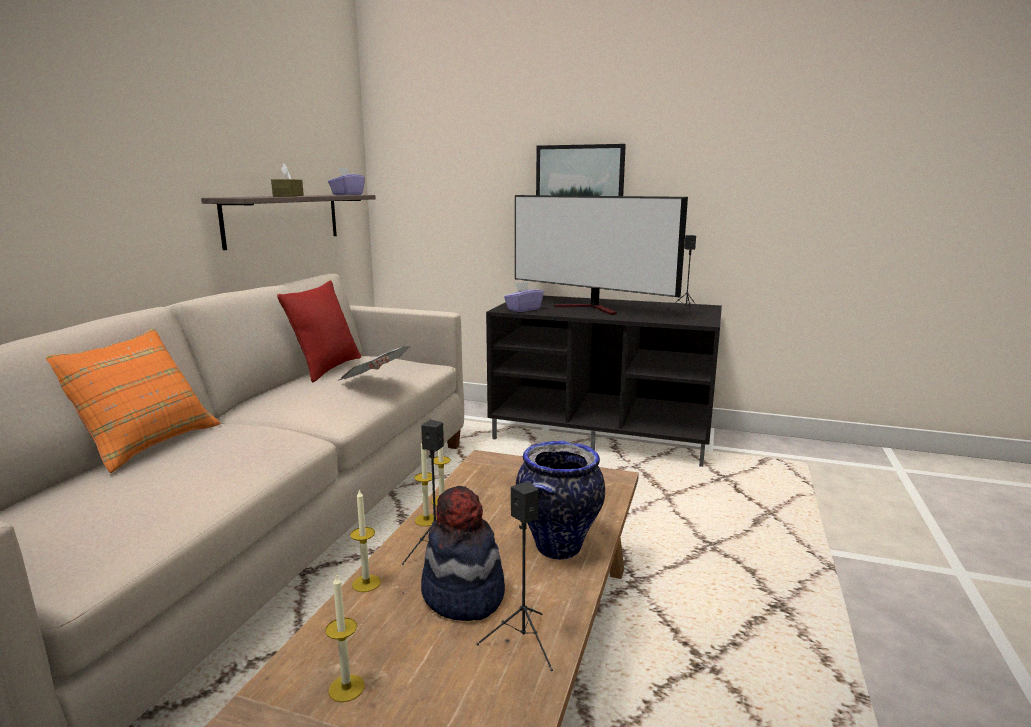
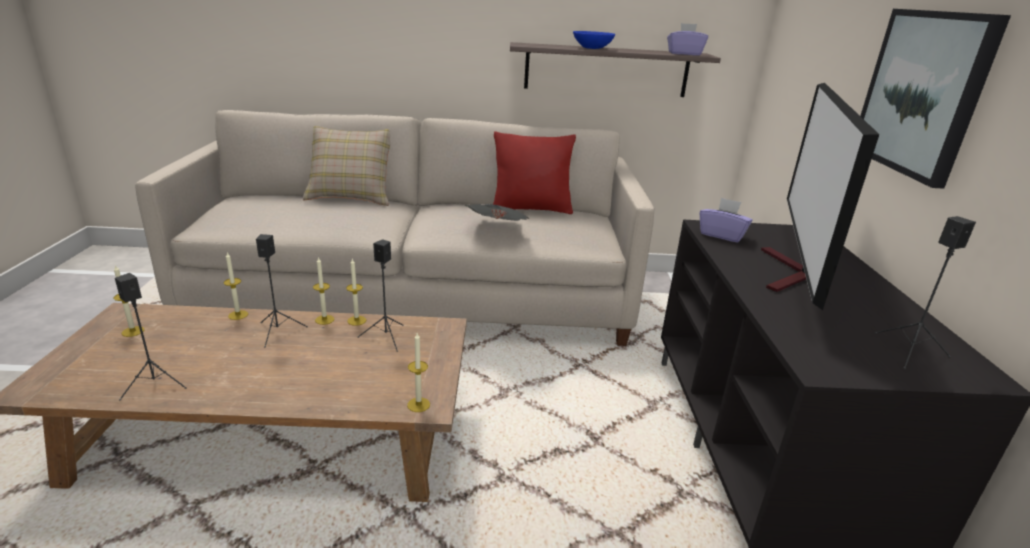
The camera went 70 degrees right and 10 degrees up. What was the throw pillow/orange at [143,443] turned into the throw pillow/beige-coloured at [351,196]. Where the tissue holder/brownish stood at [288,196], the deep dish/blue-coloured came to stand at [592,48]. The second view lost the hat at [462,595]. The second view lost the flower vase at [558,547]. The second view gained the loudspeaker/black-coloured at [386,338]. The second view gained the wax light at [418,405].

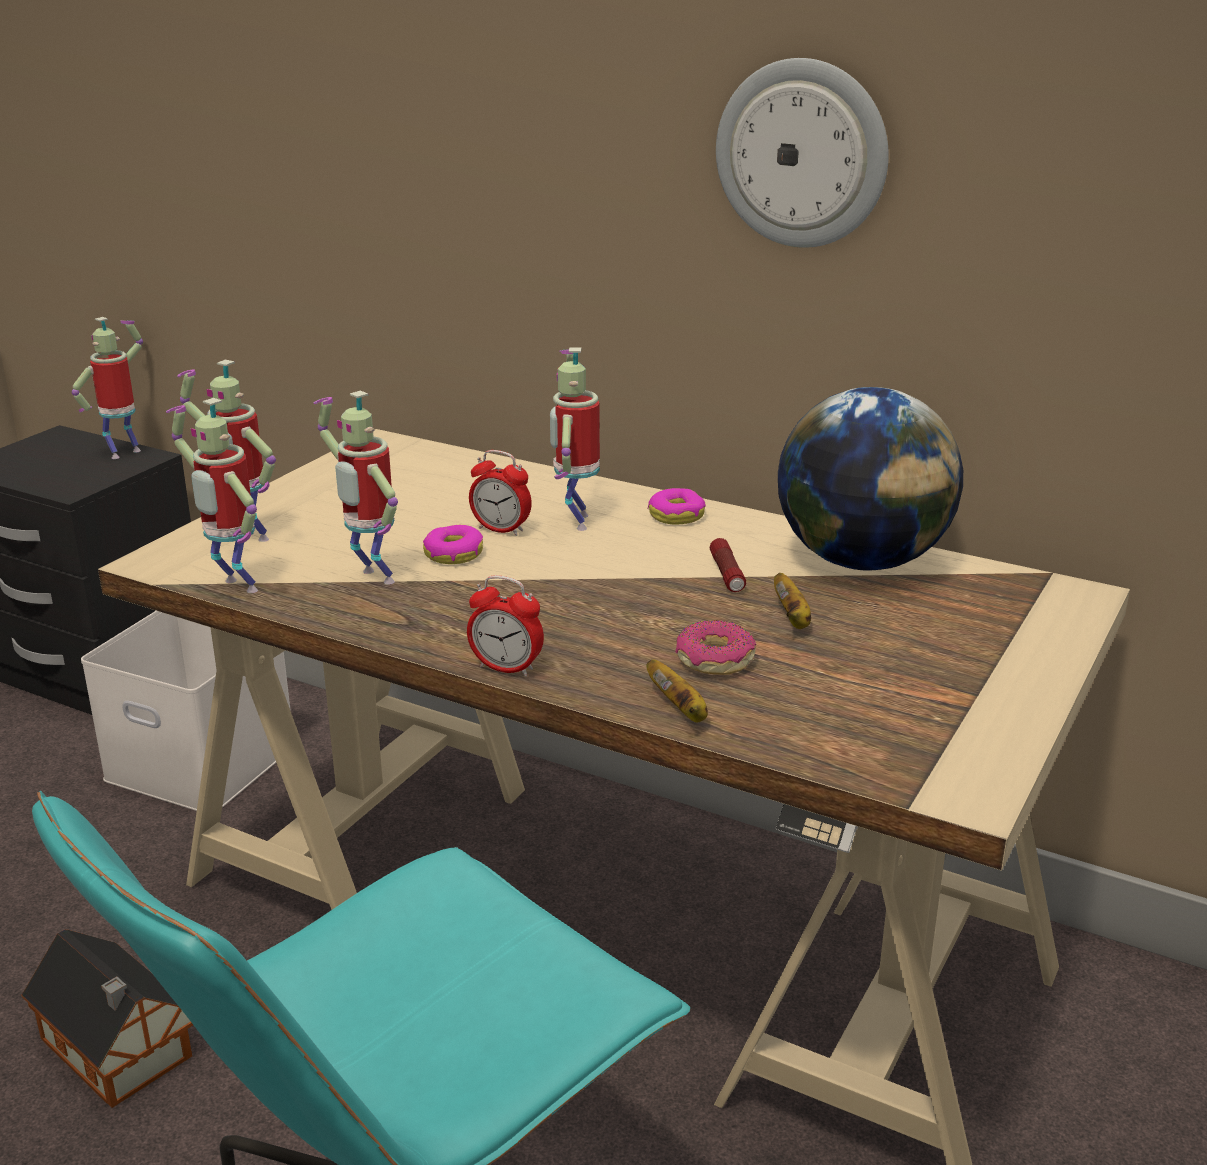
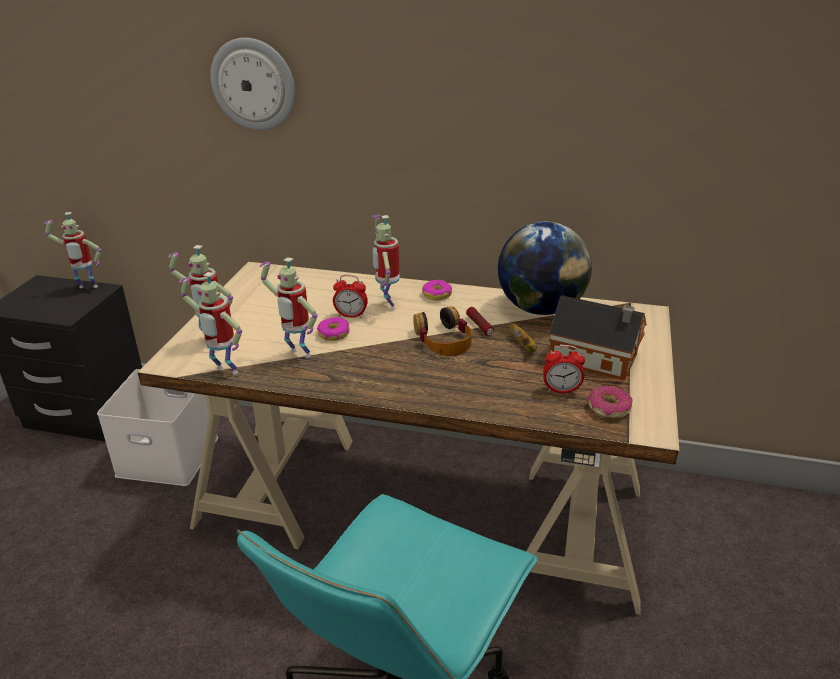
The camera went 15 degrees left and 5 degrees up. The model house ended up elsewhere, having gone from [118,1051] to [596,359]. The toy robot at [124,452] ended up facing another way, 120 degrees counterclockwise from before. The bedside clock ended up elsewhere, having gone from [506,668] to [561,390]. The second view lost the whole banana at [680,710]. The doughnut ended up elsewhere, having gone from [714,660] to [608,408]. The hanging clock ended up elsewhere, having gone from [802,154] to [254,84]. The second view gained the headphones at [444,340].

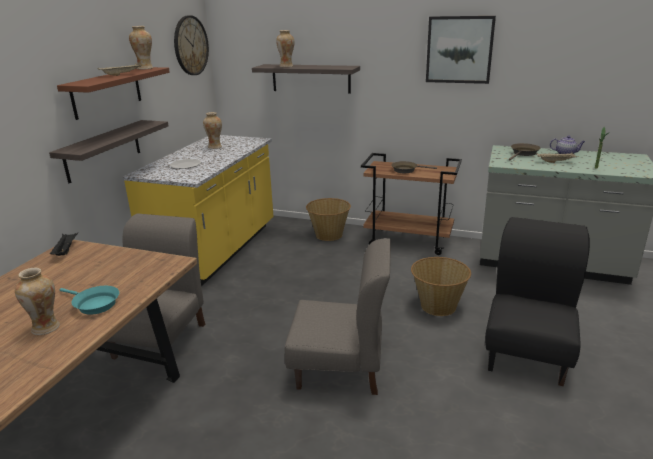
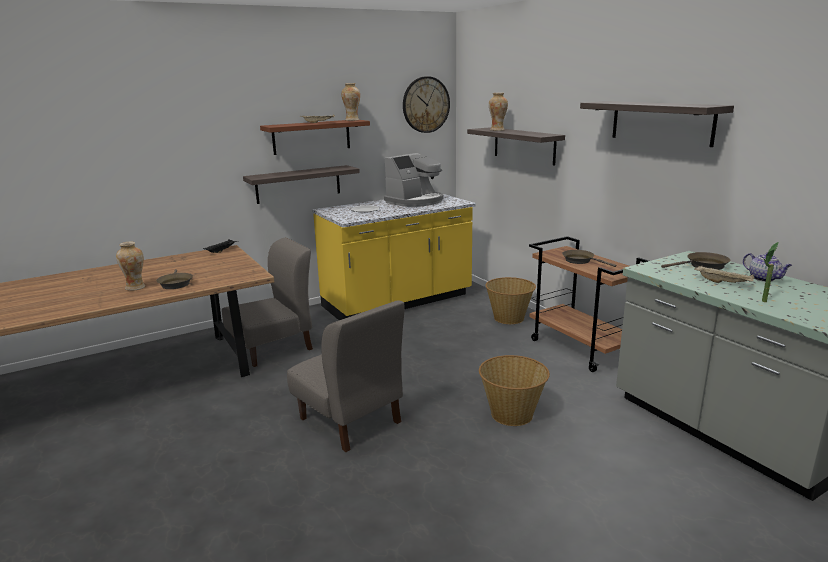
The camera went 40 degrees right and 5 degrees down. What was the pan/blue-green at [94,304] turned into the pan/brownish at [175,284]. Where the flower vase stood at [215,147], the coffee maker came to stand at [415,201]. Where the wall picture hung at [459,49], the shelf came to hang at [661,122]. The second view lost the upright chair/black-coloured at [527,354].

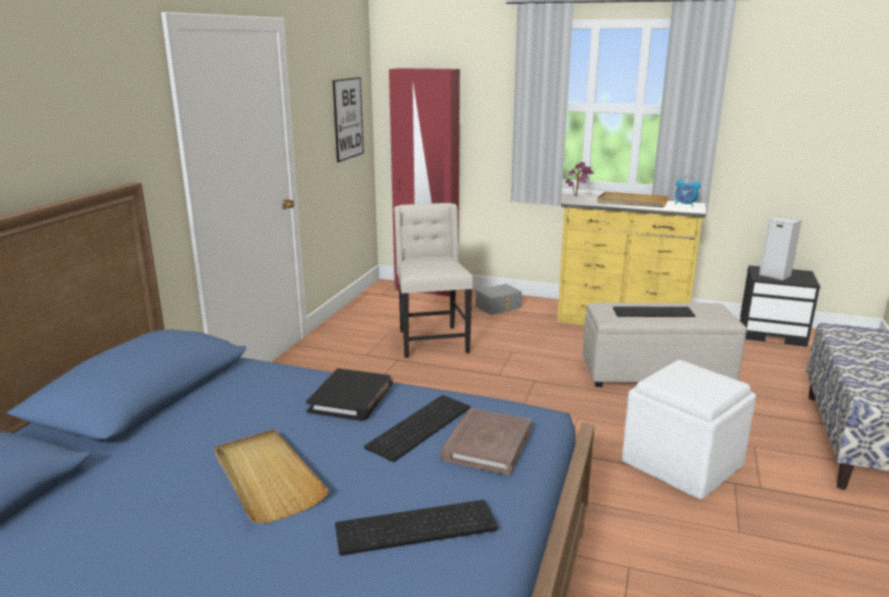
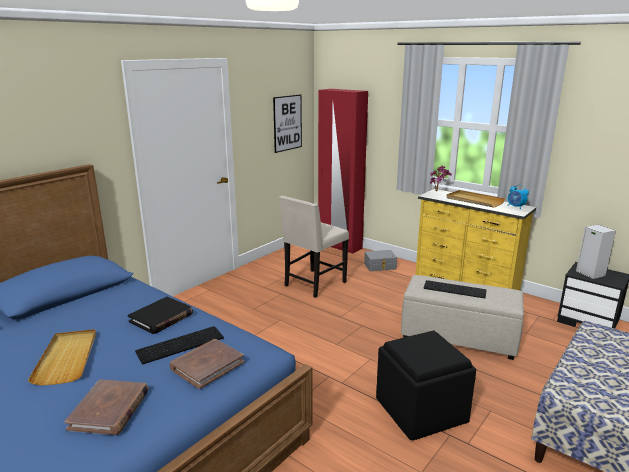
The camera went 20 degrees right and 0 degrees up. Where the PC keyboard stood at [415,529], the volume/brownish came to stand at [110,410]. The upright chair/beige-coloured at [431,341] ended up facing another way, 150 degrees counterclockwise from before. What was the ottoman/white at [683,463] turned into the ottoman/black-coloured at [422,410].

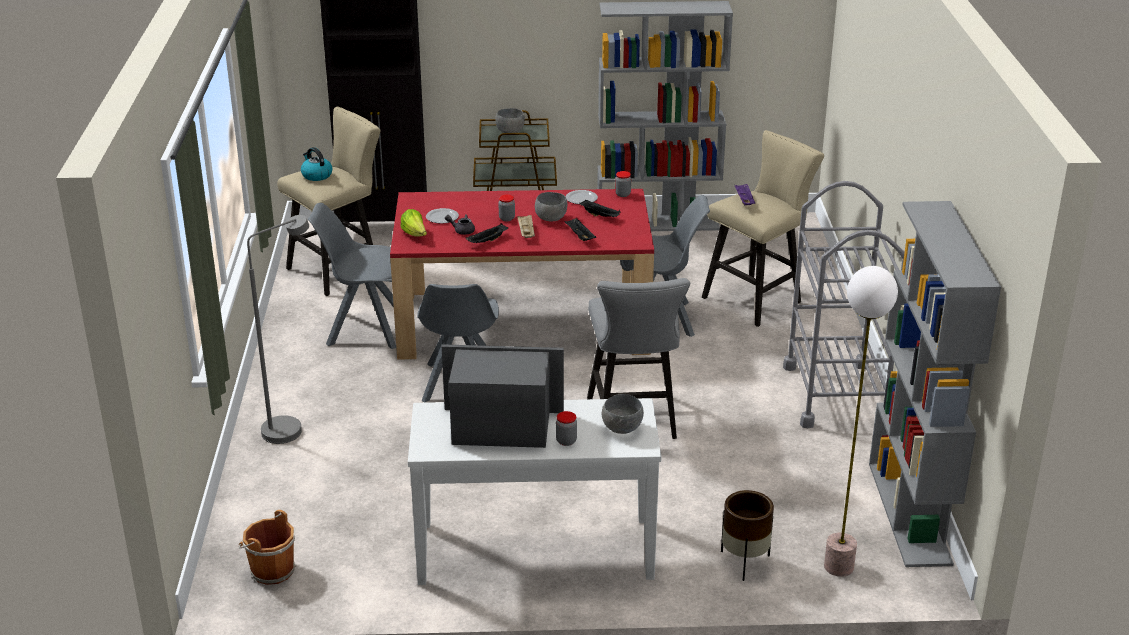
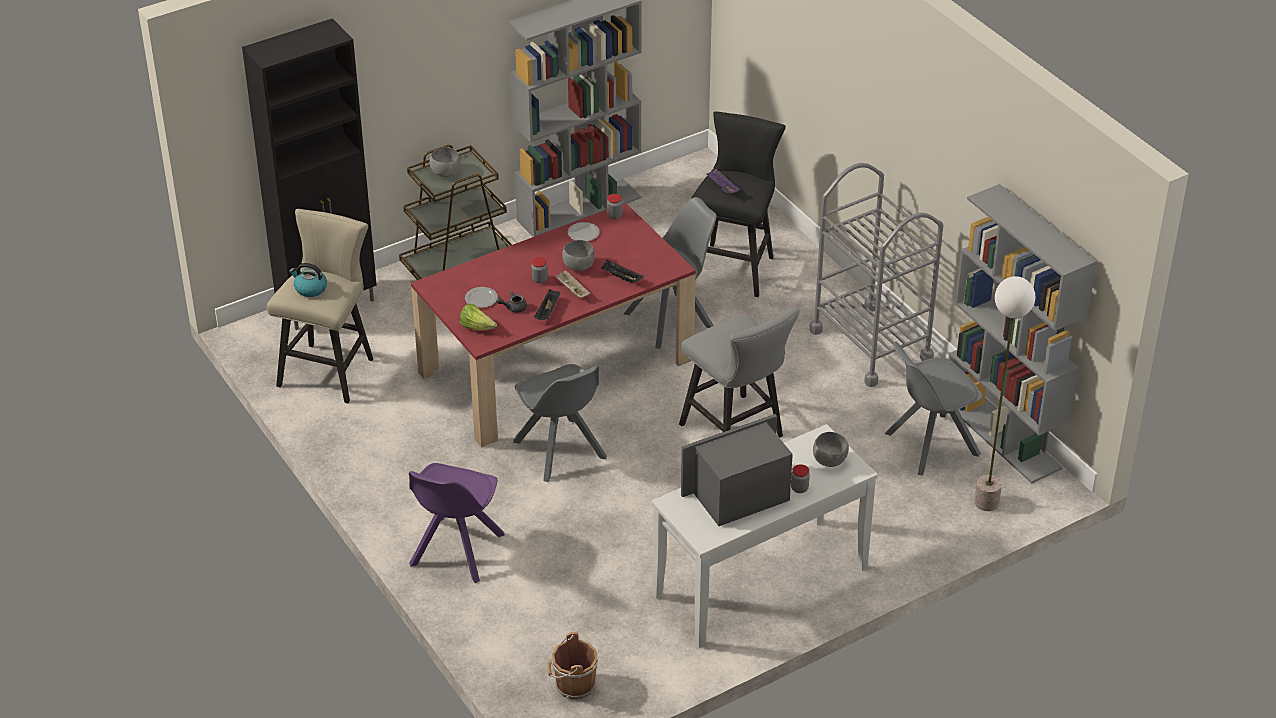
The camera went 30 degrees left and 10 degrees up. Where the standing lamp/grey stood at [290,427], the upright chair/purple came to stand at [455,551]. The upright chair/grey ended up elsewhere, having gone from [364,329] to [929,445]. The second view lost the serving tray/black-coloured at [600,216]. What was the stool/beige-coloured at [757,298] turned into the stool/black-coloured at [734,266]. The second view lost the plant pot/brownish at [745,562].

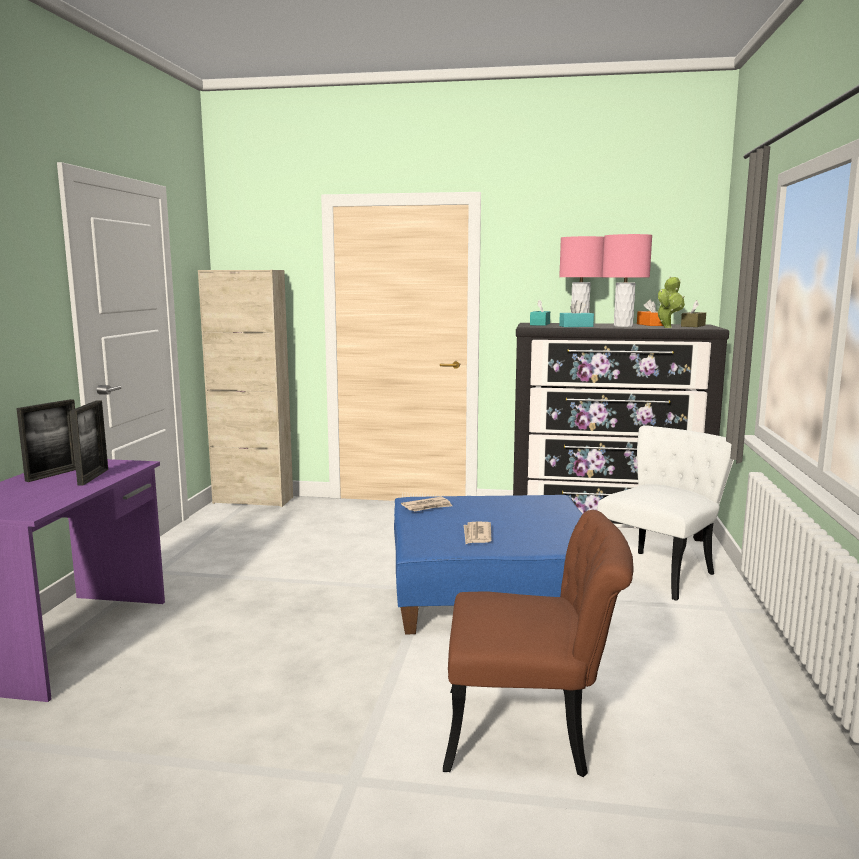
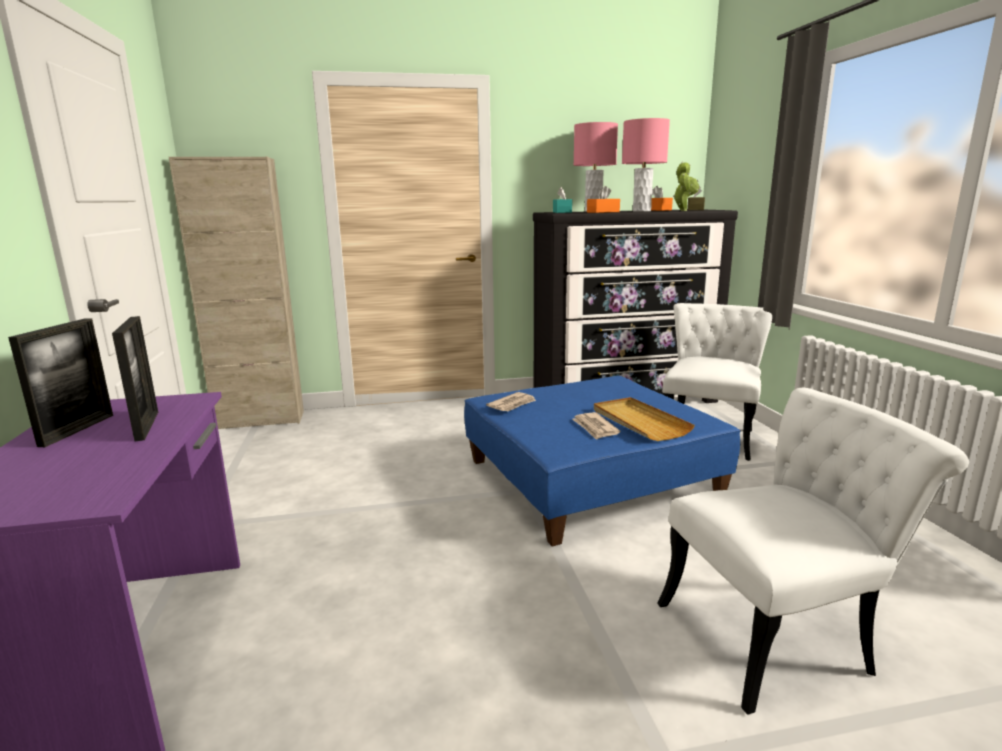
The camera went 20 degrees left and 5 degrees up. What was the upright chair/brownish at [533,733] turned into the upright chair/white at [779,634]. What was the tissue holder/blue-green at [576,326] turned into the tissue holder/orange at [603,212]. The second view gained the serving tray/beige-coloured at [639,422].

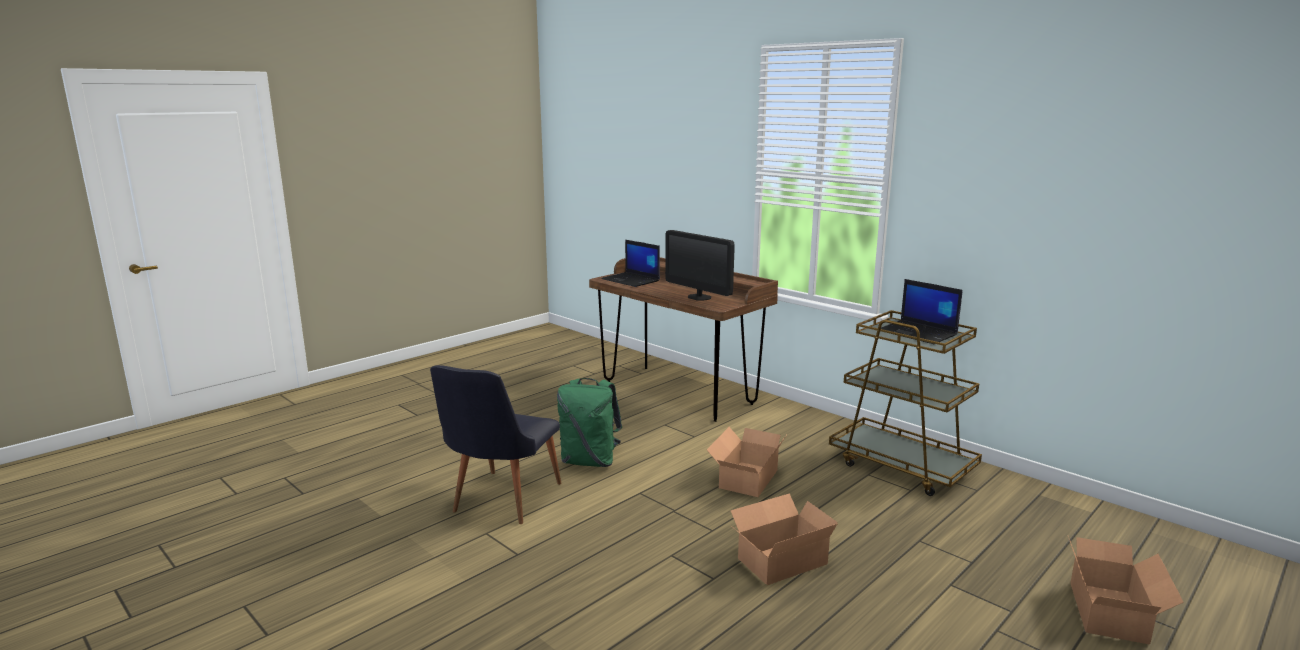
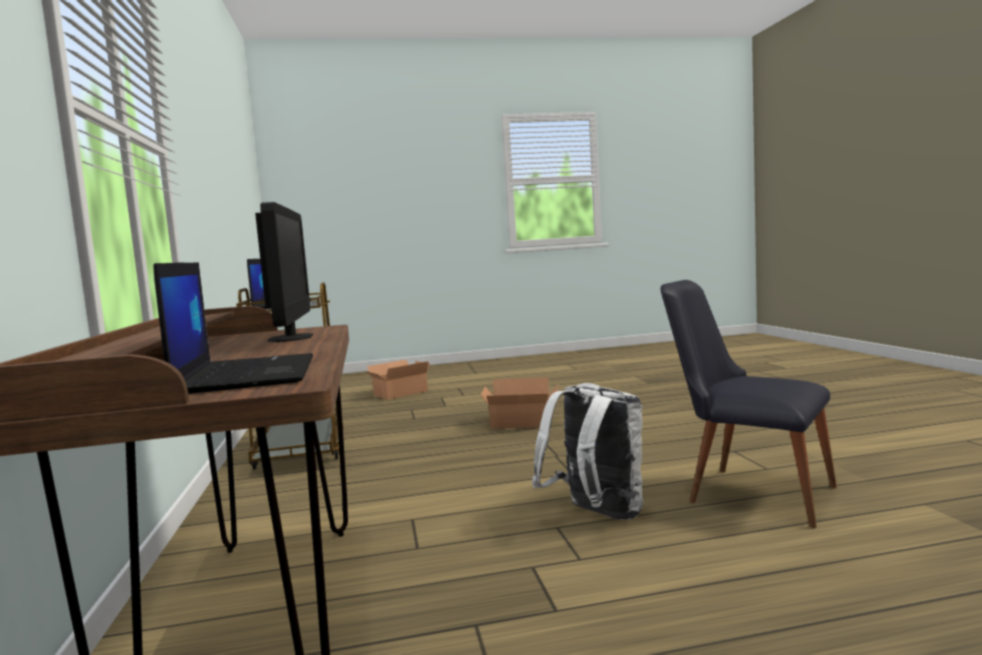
The camera went 145 degrees left and 10 degrees down. The upright chair/black-coloured at [500,502] ended up facing another way, 105 degrees counterclockwise from before. What was the knapsack/greenish at [590,461] turned into the knapsack/white at [596,515]. The second view lost the packing box at [745,479].

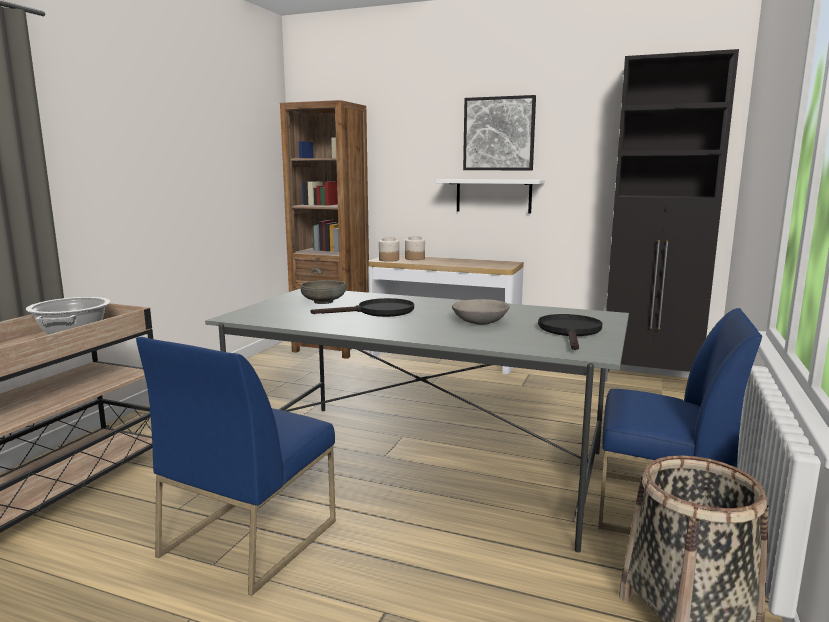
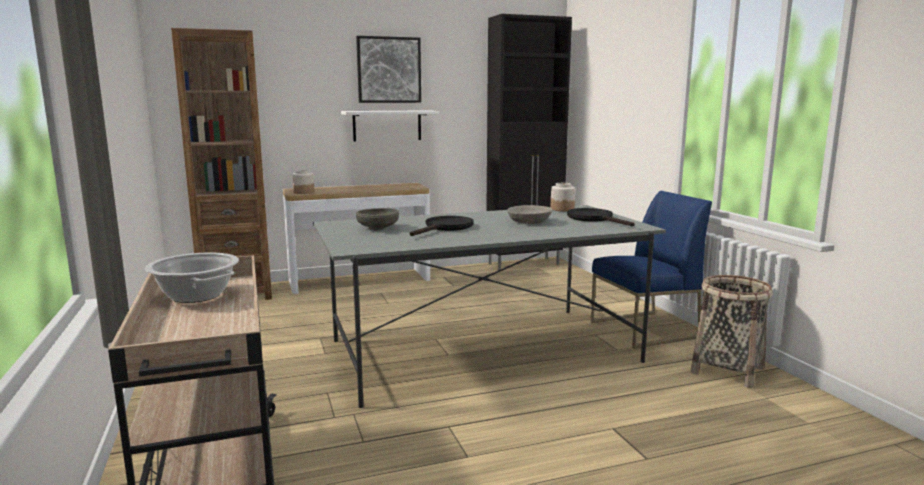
The camera went 40 degrees left and 0 degrees up. The second view lost the upright chair/blue-coloured at [249,537]. The jar ended up elsewhere, having gone from [415,258] to [562,209].

